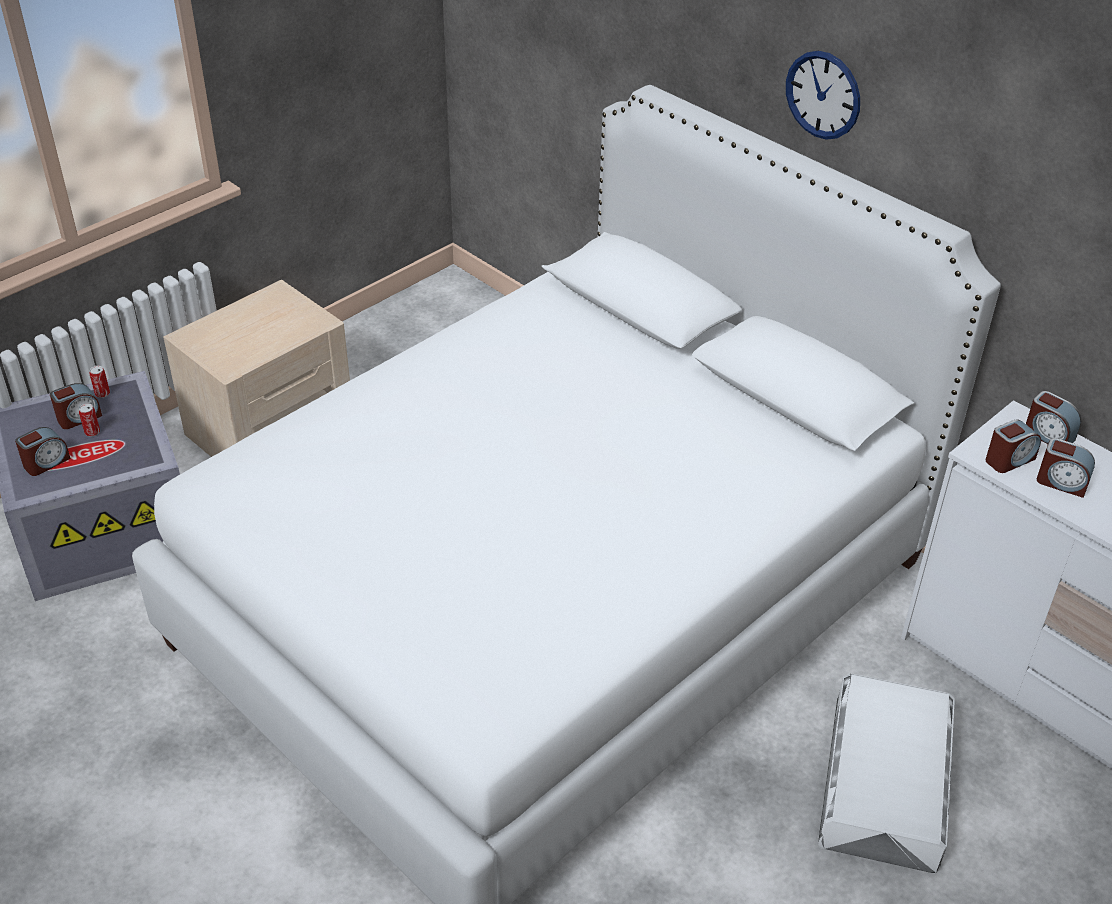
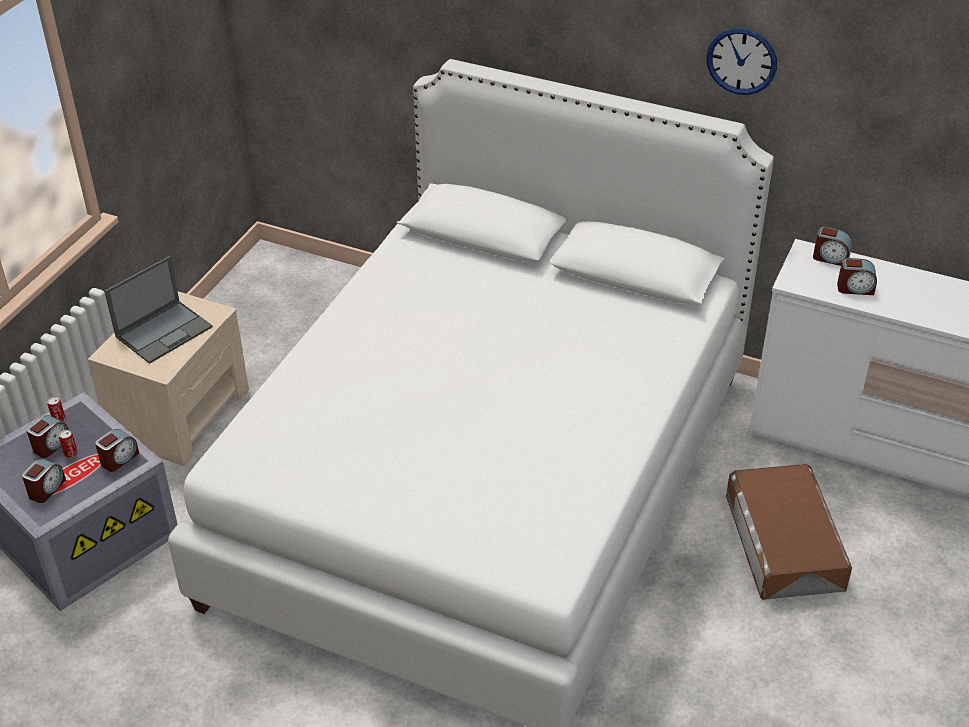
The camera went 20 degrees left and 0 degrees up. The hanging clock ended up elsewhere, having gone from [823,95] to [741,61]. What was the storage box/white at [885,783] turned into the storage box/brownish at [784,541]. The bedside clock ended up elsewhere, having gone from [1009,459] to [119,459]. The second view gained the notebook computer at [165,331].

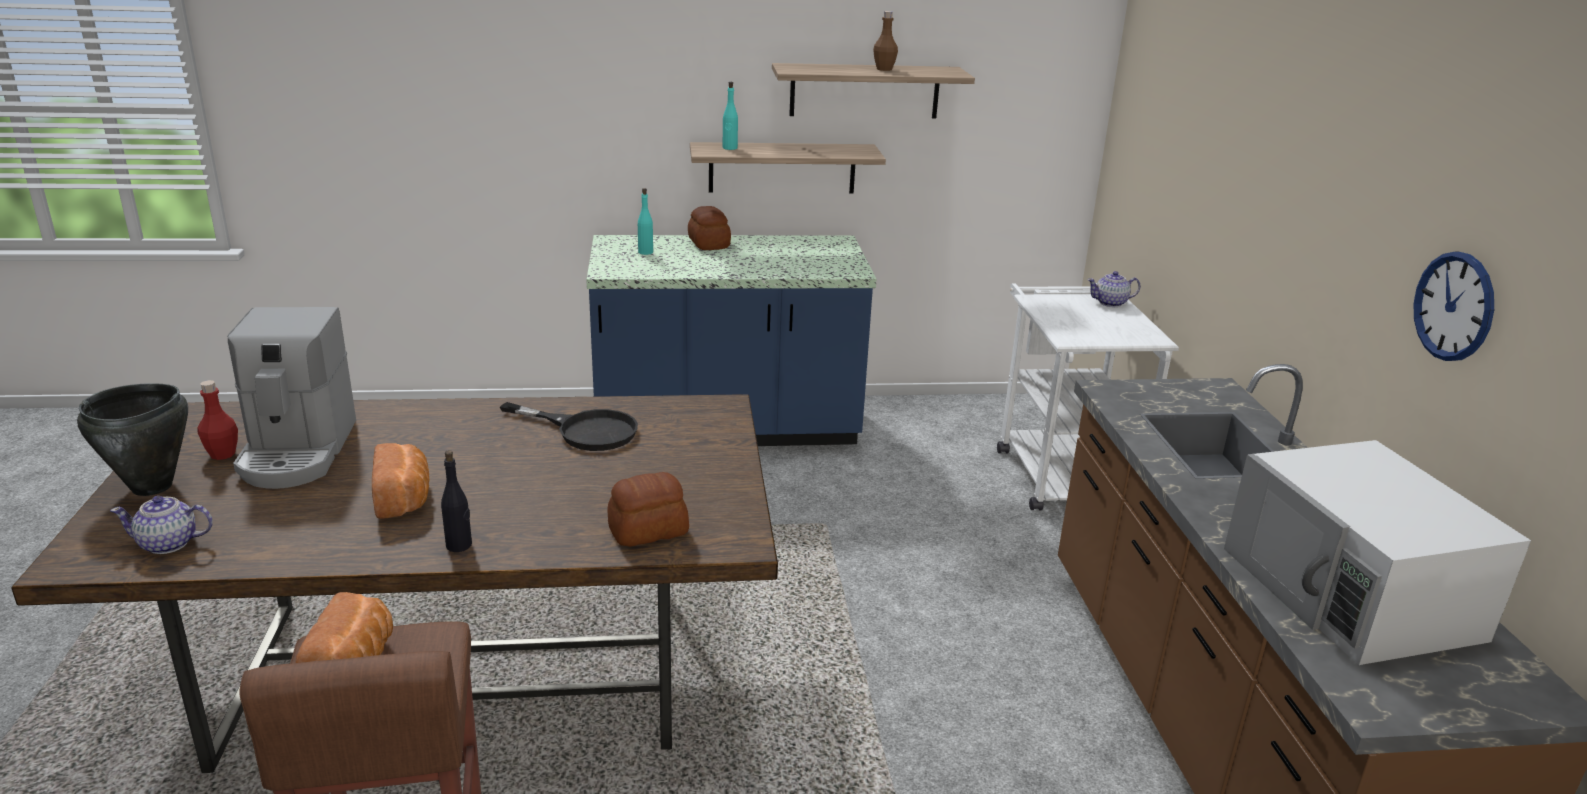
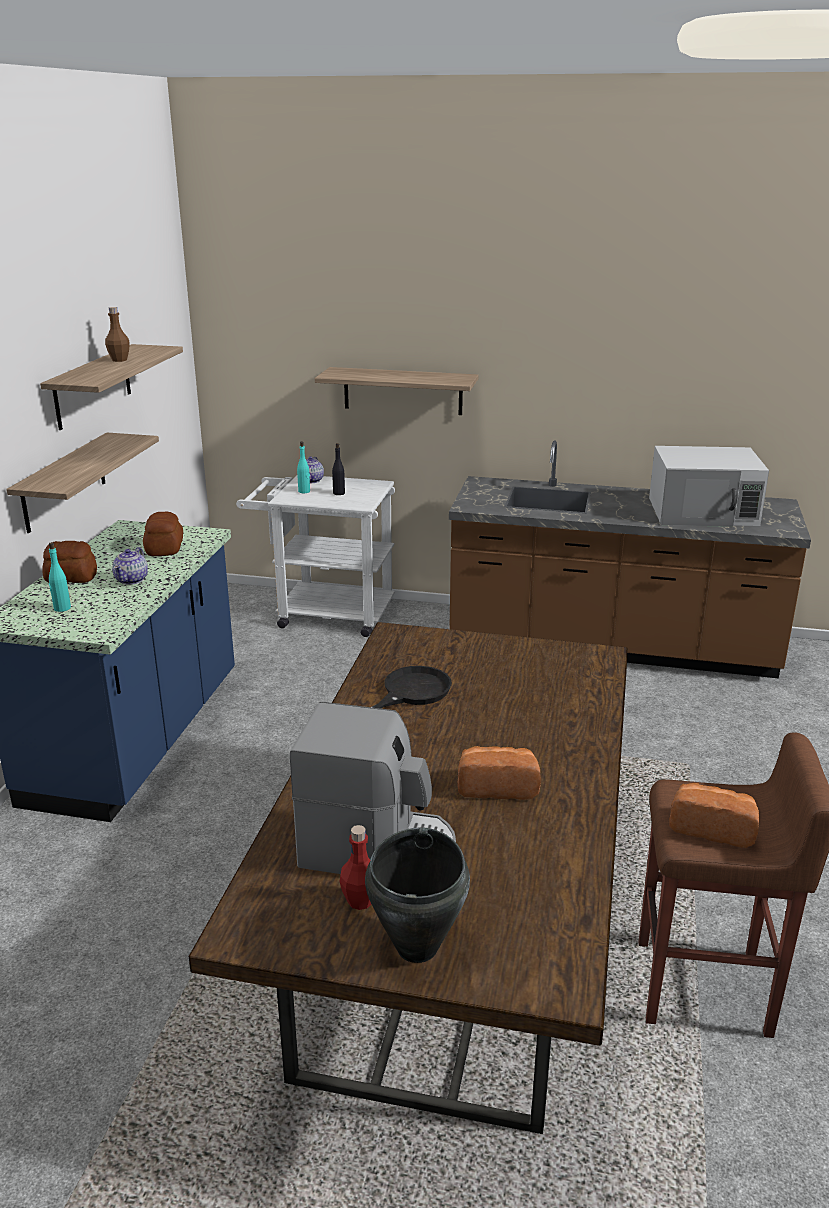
The camera went 70 degrees left and 0 degrees up. The teapot ended up elsewhere, having gone from [169,544] to [132,579]. The drink bottle/black-coloured ended up elsewhere, having gone from [459,545] to [339,493]. The bakery bread ended up elsewhere, having gone from [647,530] to [164,548]. The drink bottle/blue-green ended up elsewhere, having gone from [729,148] to [304,491]. The second view lost the hanging clock at [1454,306]. The second view gained the shelf at [403,391].

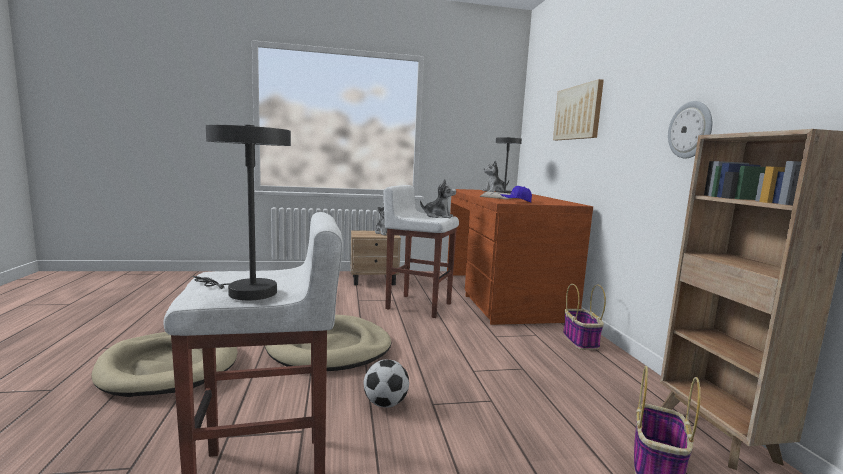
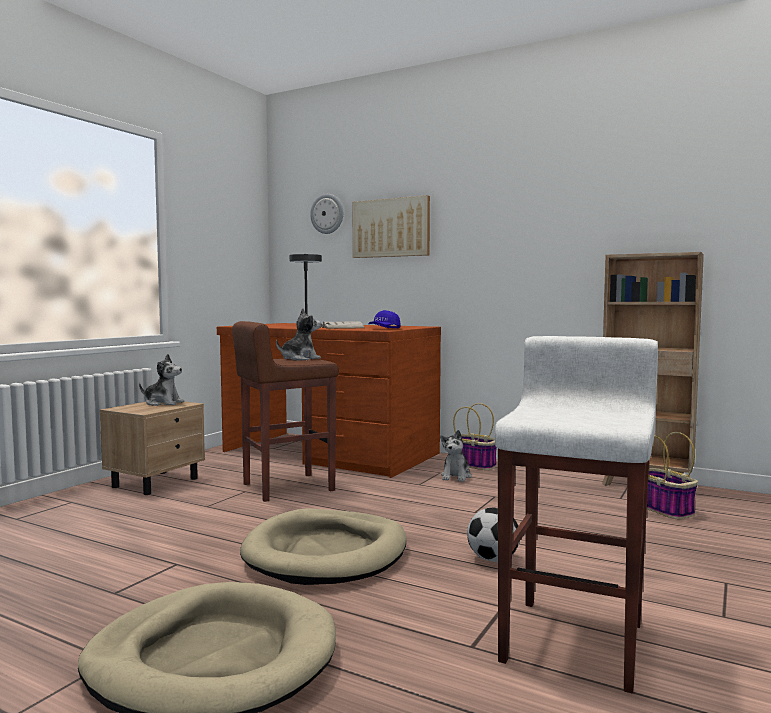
The camera went 50 degrees left and 5 degrees down. The second view lost the table lamp/grey at [245,292]. What was the stool/white at [418,305] turned into the stool/brownish at [286,487]. The plush toy ended up elsewhere, having gone from [494,191] to [456,476]. The hanging clock ended up elsewhere, having gone from [690,130] to [327,214].

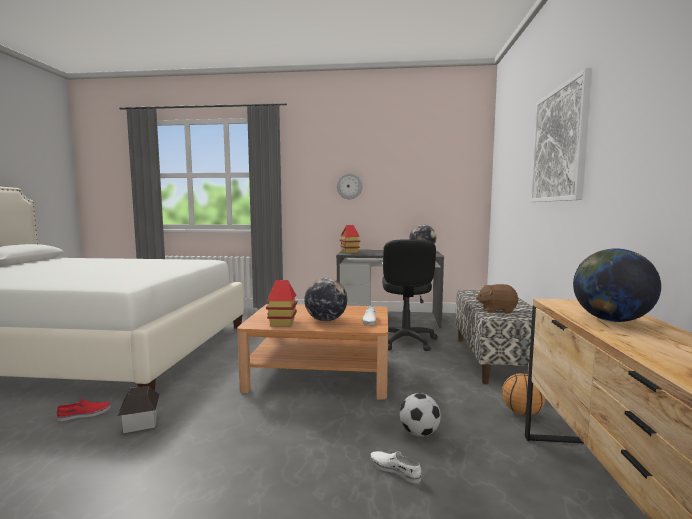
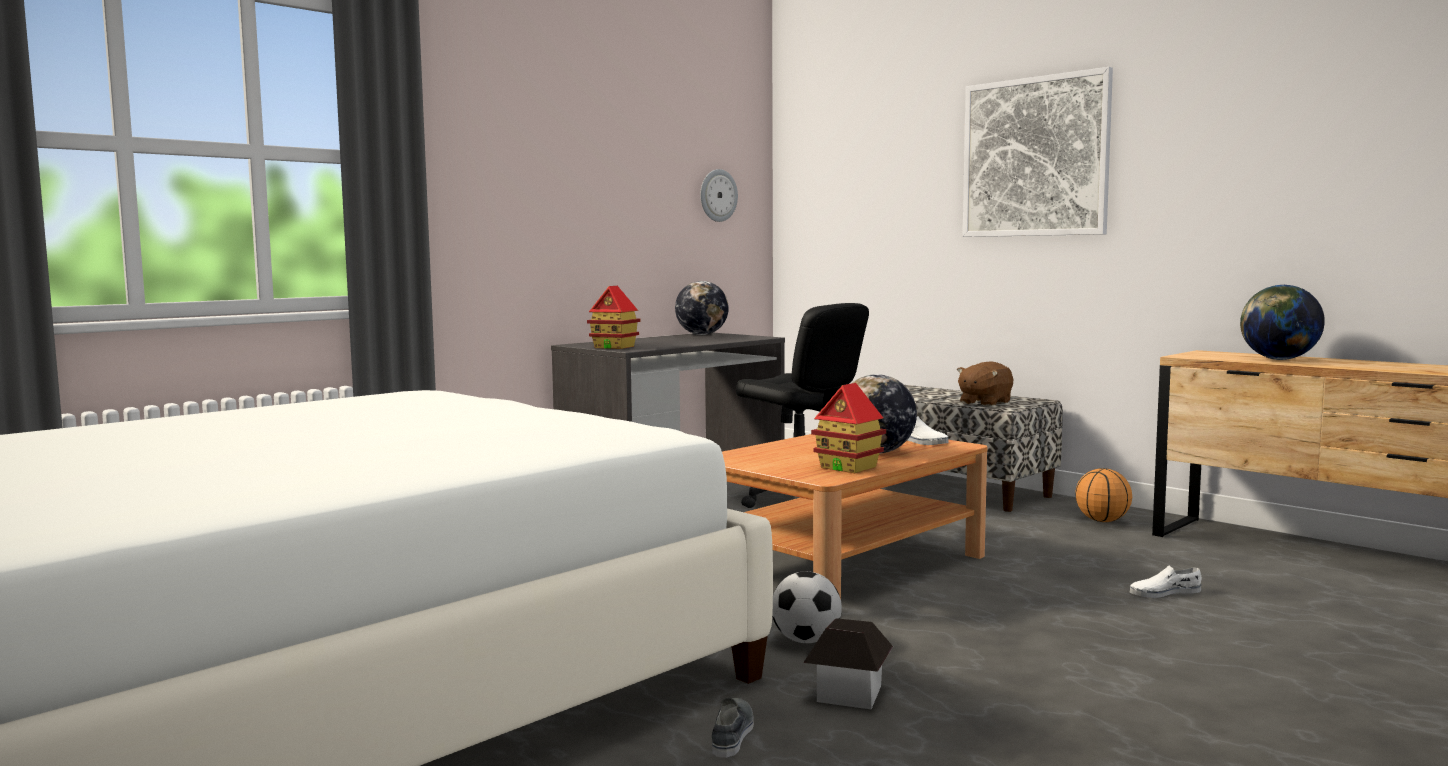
The camera went 50 degrees left and 0 degrees up. What was the shoe/red at [84,414] turned into the shoe/grey at [732,733]. The hanging clock ended up elsewhere, having gone from [349,186] to [717,195]. The football ball ended up elsewhere, having gone from [419,433] to [806,640].

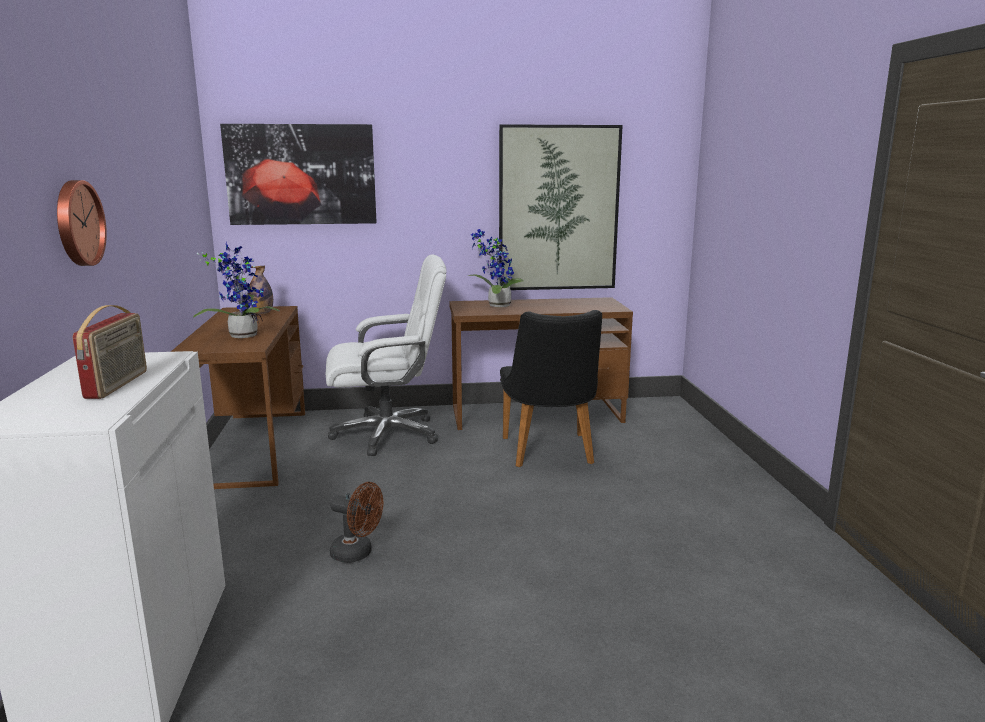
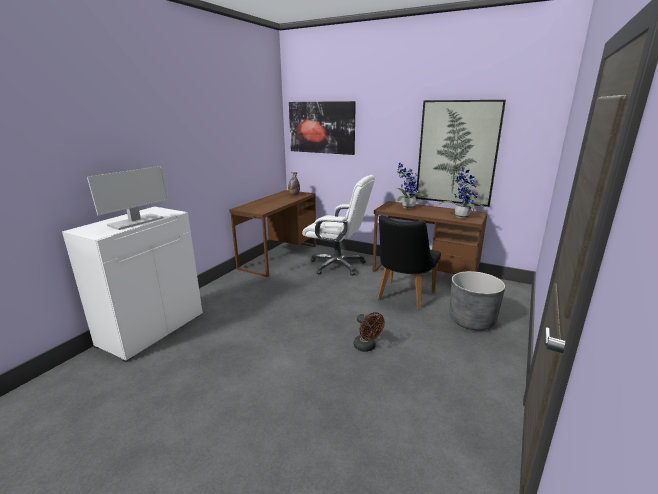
The camera went 35 degrees right and 5 degrees up. The second view lost the hanging clock at [77,223]. Where the radio set stood at [118,384], the computer screen came to stand at [135,222]. The houseplant ended up elsewhere, having gone from [243,335] to [461,216]. The cooling fan/brownish ended up elsewhere, having gone from [357,554] to [367,347]. The second view gained the plant pot/grey at [472,320].

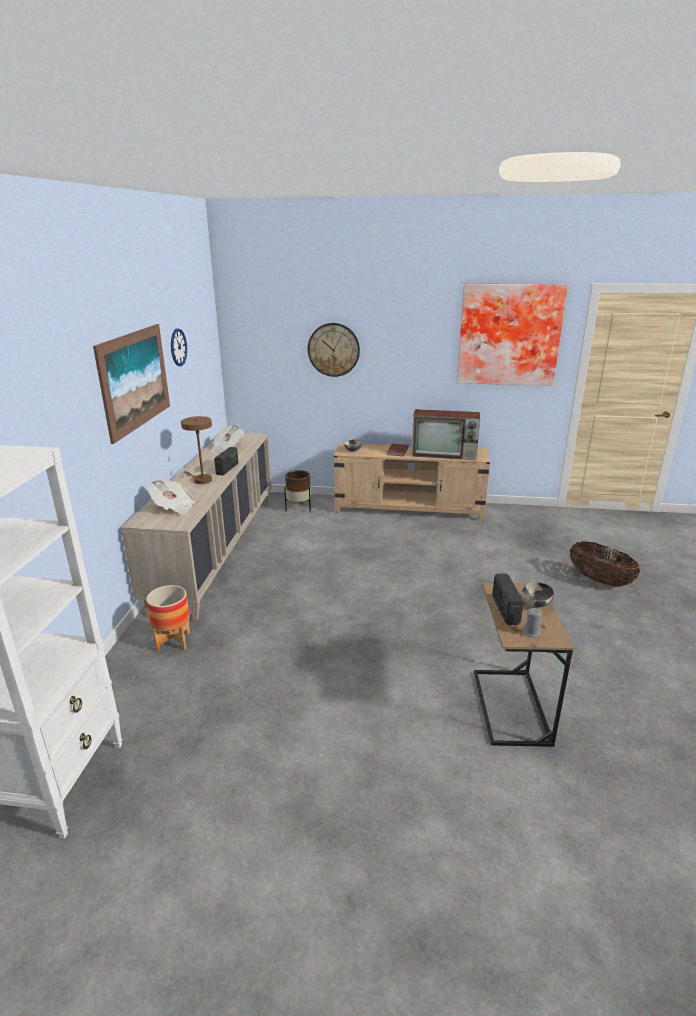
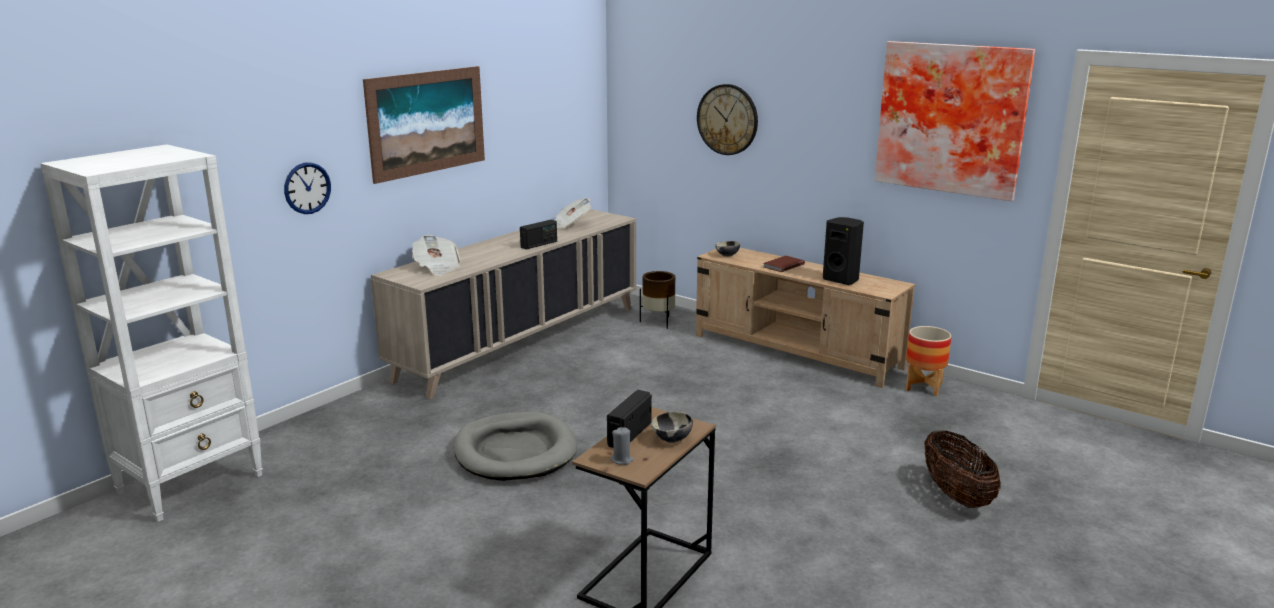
The camera went 30 degrees right and 5 degrees down. The plant pot ended up elsewhere, having gone from [173,641] to [923,387]. The hanging clock ended up elsewhere, having gone from [178,347] to [307,188]. The second view lost the table lamp/brownish at [200,480]. Where the television stood at [445,454], the loudspeaker/black-coloured came to stand at [841,280]. The second view gained the dog cushion/grey at [515,451].

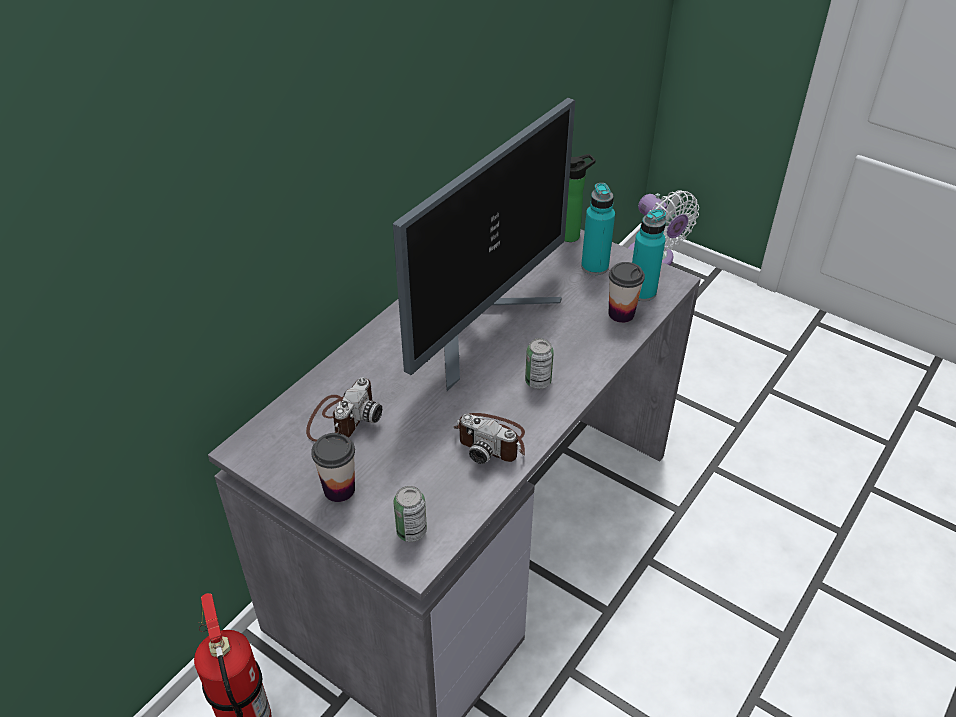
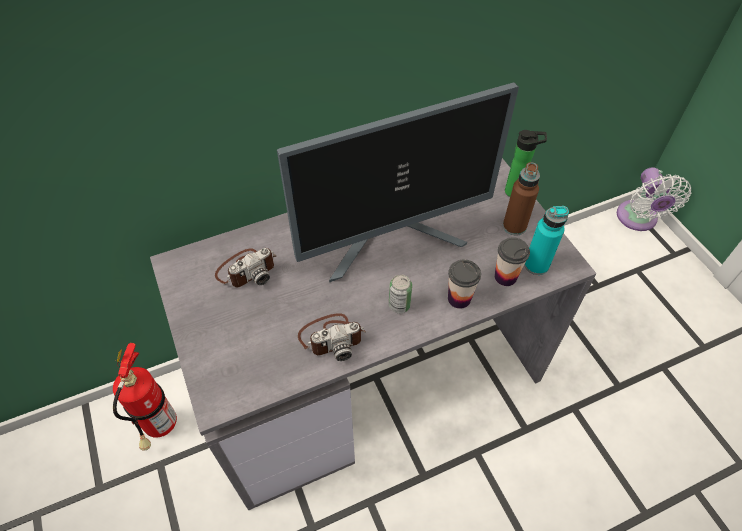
The camera went 30 degrees right and 10 degrees up. The small cup ended up elsewhere, having gone from [339,489] to [459,298]. The second view lost the metal can at [411,531]. The photo camera at [492,440] ended up facing another way, 75 degrees counterclockwise from before. What was the drink bottle/blue-green at [594,266] turned into the drink bottle/brownish at [514,226].

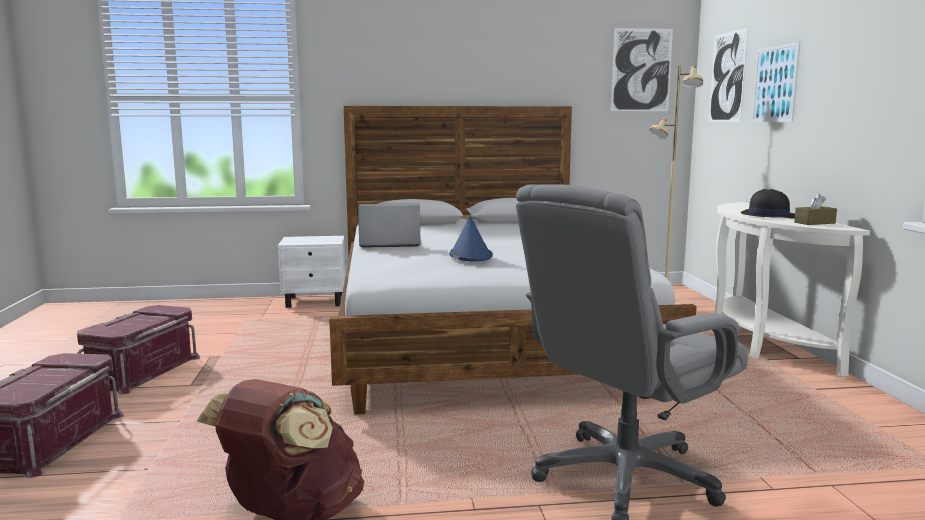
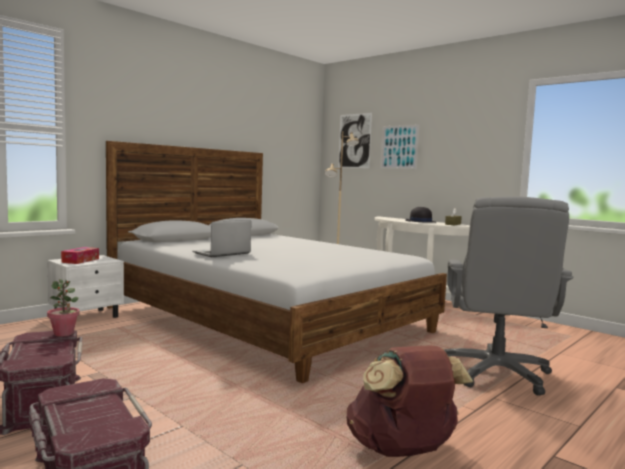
The camera went 40 degrees left and 5 degrees down. The second view lost the hat/blue-coloured at [470,255]. The second view lost the wall picture at [641,70]. The second view gained the houseplant at [64,333]. The second view gained the tissue holder at [80,260].

